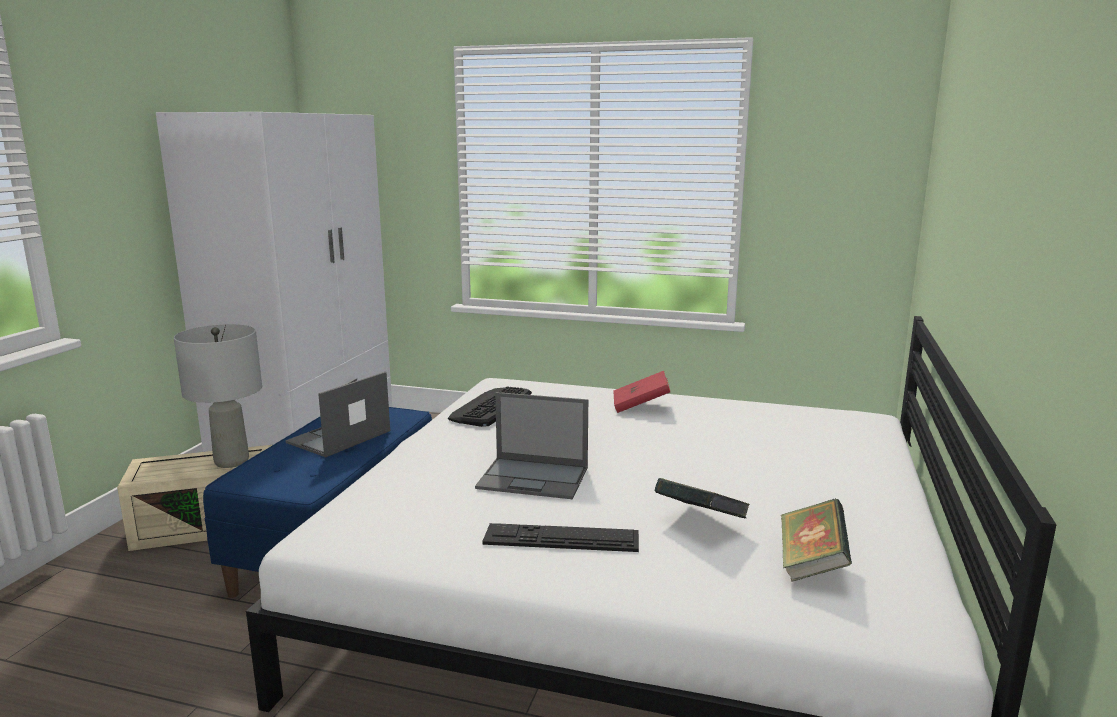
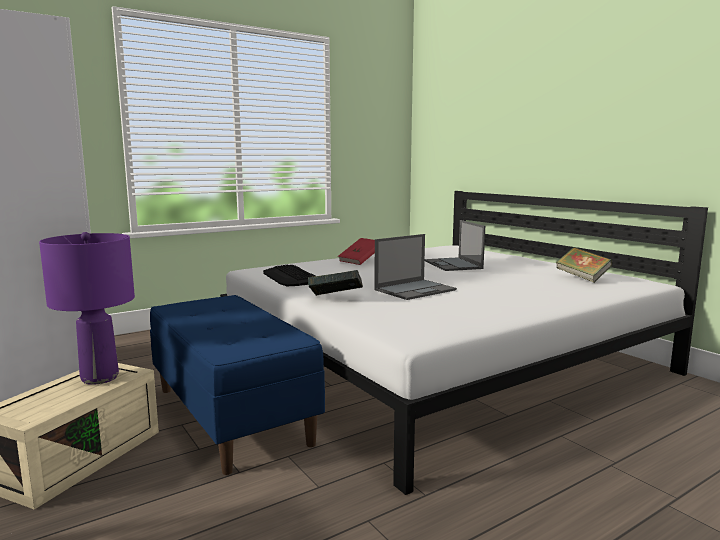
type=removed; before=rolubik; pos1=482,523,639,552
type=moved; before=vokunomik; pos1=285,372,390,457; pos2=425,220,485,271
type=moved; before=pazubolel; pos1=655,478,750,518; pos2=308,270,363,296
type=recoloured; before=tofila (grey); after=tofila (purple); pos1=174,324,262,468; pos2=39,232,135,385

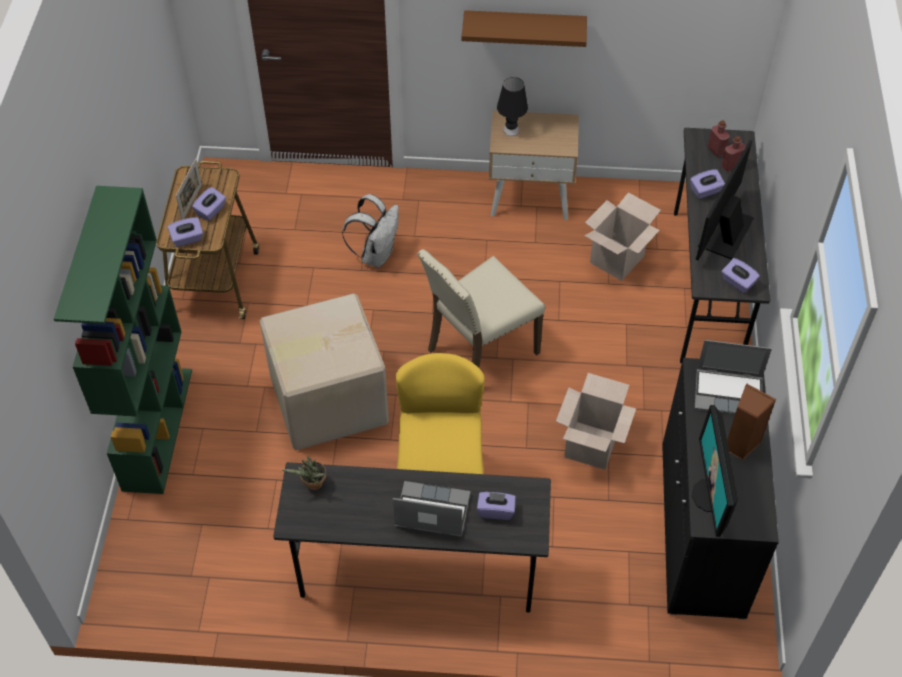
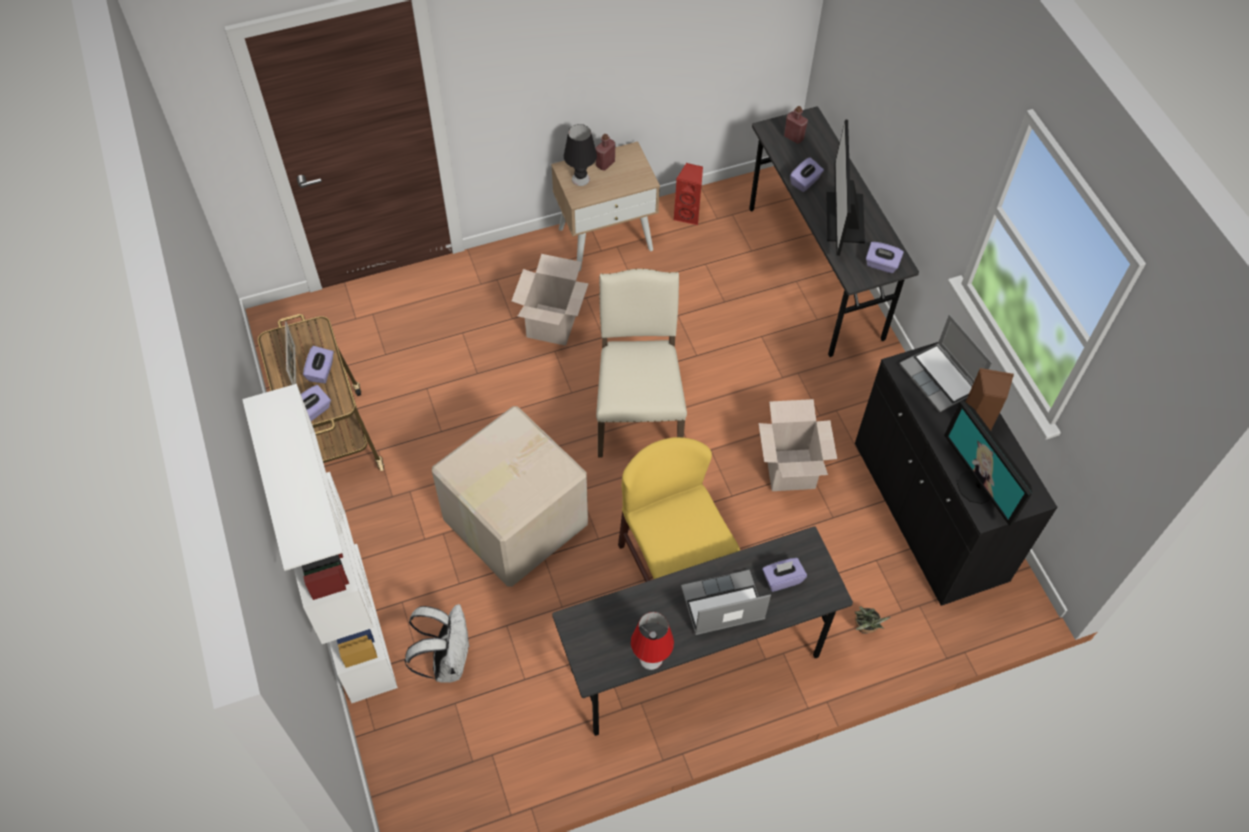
type=removed; before=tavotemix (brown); pos1=462,10,587,47
type=added; after=tofila (red); pos2=631,612,674,670
type=added; after=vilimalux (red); pos2=674,163,703,225
type=moved; before=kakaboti; pos1=282,456,326,490; pos2=854,606,890,634
type=moved; before=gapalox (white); pos1=342,194,399,268; pos2=404,604,469,683
type=moved; before=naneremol; pos1=584,192,661,281; pos2=512,254,589,346
type=moved; before=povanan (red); pos1=721,136,746,171; pos2=595,134,615,171
type=recoloured; before=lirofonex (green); after=lirofonex (white); pos1=54,186,192,494; pos2=242,384,398,703
type=turned; before=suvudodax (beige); pos1=417,249,545,368; pos2=596,269,687,458; turn=150
type=turned; before=vokunomik; pos1=695,340,772,415; pos2=899,314,992,412; turn=75

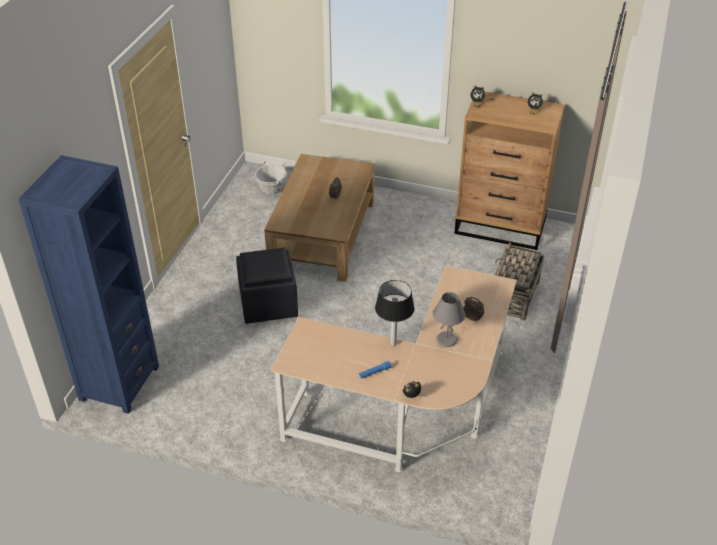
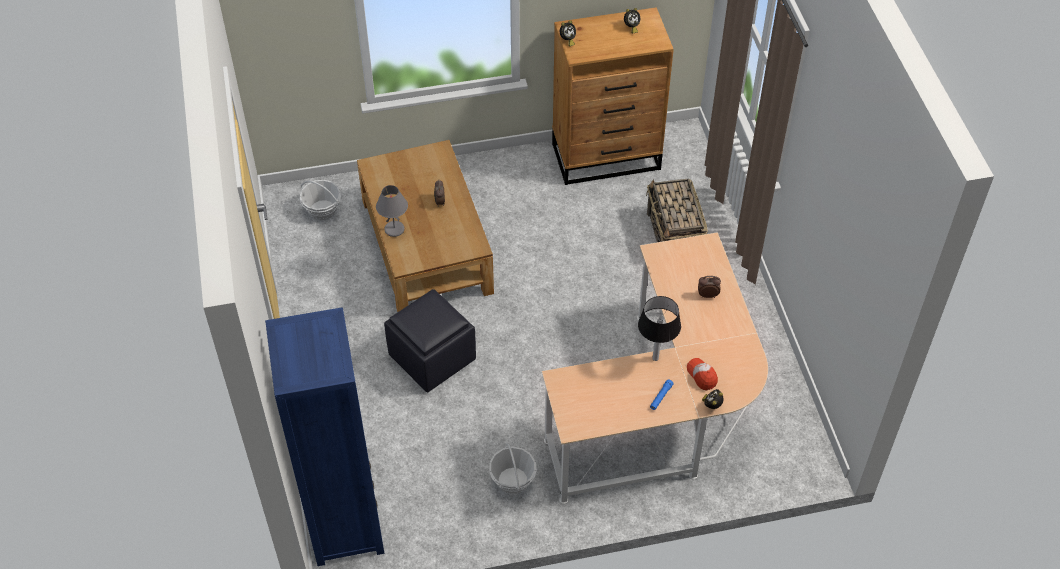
type=added; after=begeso; pos2=489,443,537,494
type=added; after=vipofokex; pos2=687,358,718,391
type=moved; before=tofila (grey); pos1=433,292,466,347; pos2=376,185,408,237

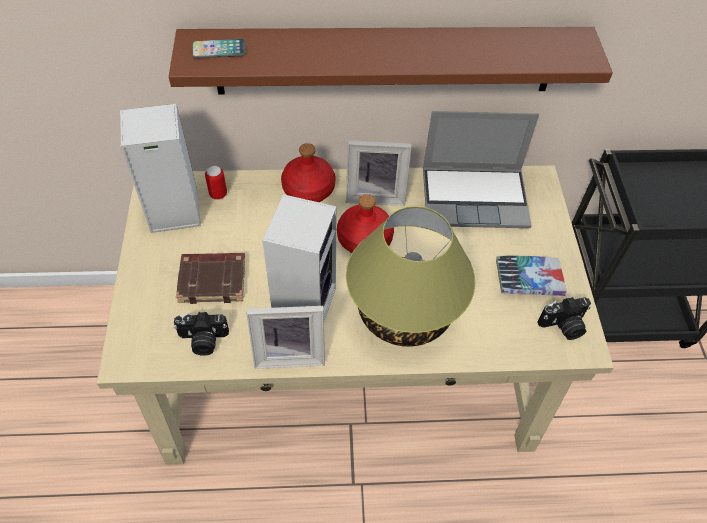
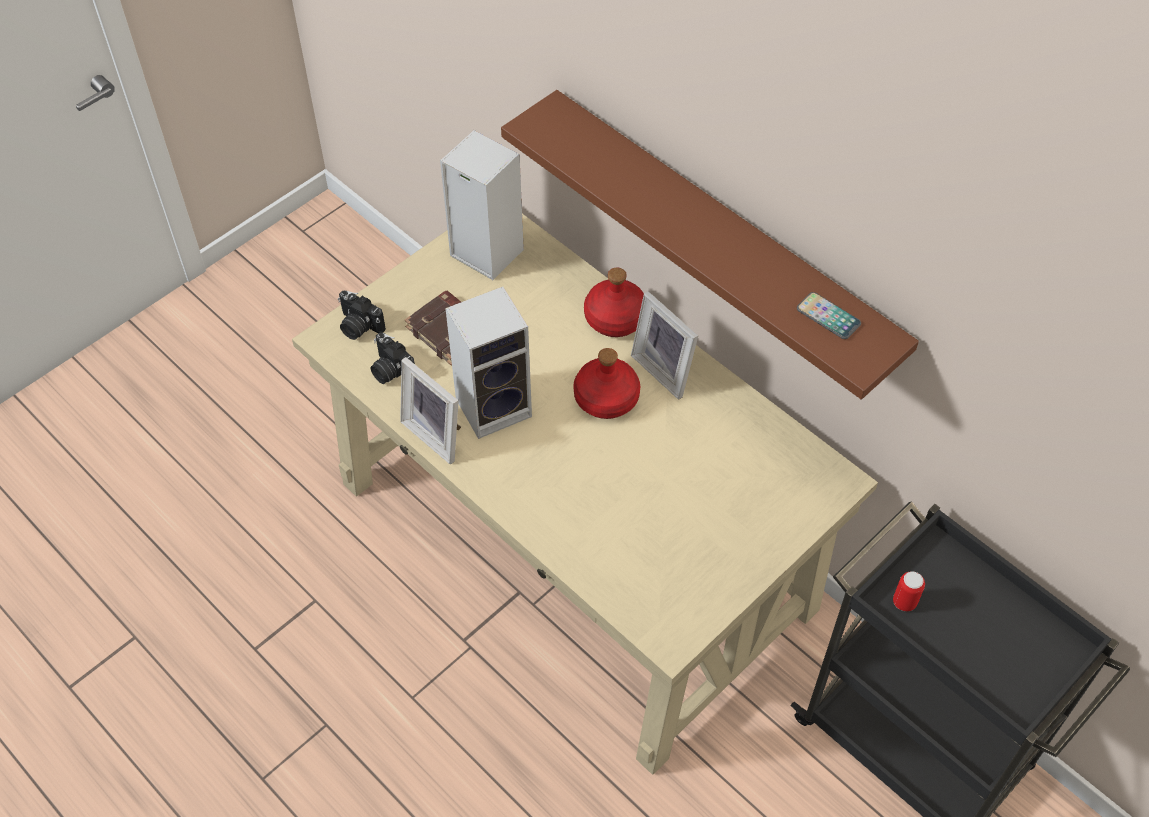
type=removed; before=tofila; pos1=346,206,475,347
type=removed; before=vokunomik; pos1=423,111,539,228
type=removed; before=pazubolel; pos1=496,255,567,296
type=moved; before=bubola; pos1=192,39,246,59; pos2=797,292,861,339
type=moved; before=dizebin; pos1=205,166,227,200; pos2=893,571,925,611
type=moved; before=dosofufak; pos1=537,297,591,340; pos2=338,290,386,340

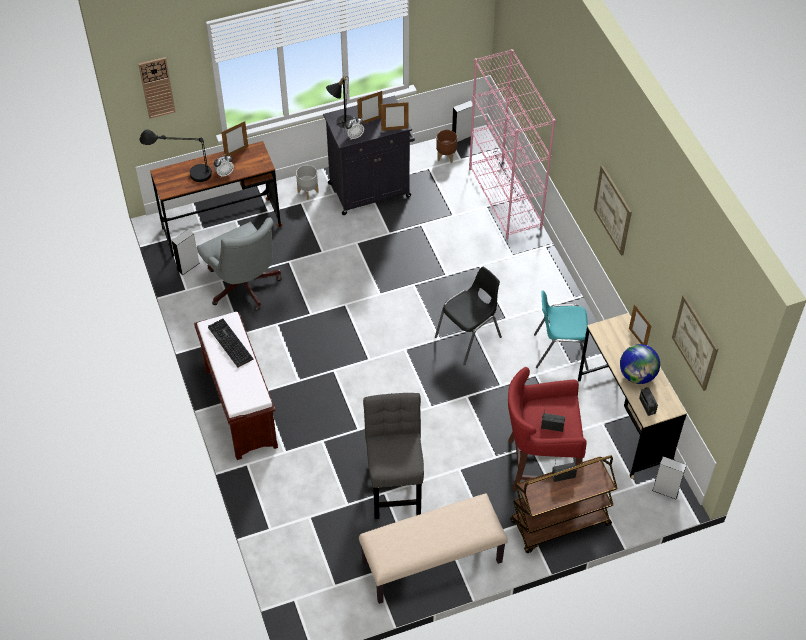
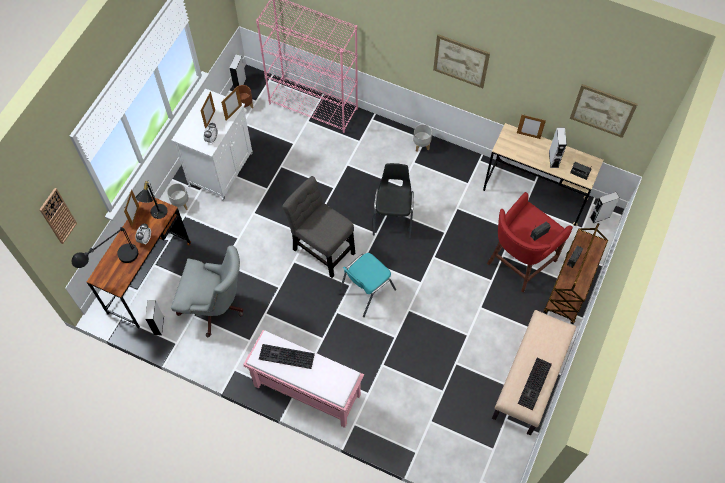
type=added; after=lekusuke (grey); pos2=413,124,432,152
type=added; after=rolubik; pos2=518,358,552,410
type=moved; before=tofila (black); pos1=326,76,354,128; pos2=135,181,168,219
type=moved; before=suvudodax (grey); pos1=363,393,424,519; pos2=282,176,355,278
type=moved; before=suvudodax (turquoise); pos1=534,291,588,370; pos2=339,253,396,317
type=replaced; before=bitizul; after=vilimalux (grey); pos1=620,344,660,384; pos2=549,127,567,168
type=recoloured; before=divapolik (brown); after=divapolik (pink); pos1=194,312,278,460; pos2=243,330,364,428
type=recoloured; before=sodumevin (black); after=sodumevin (white); pos1=323,95,415,215; pos2=171,89,253,201

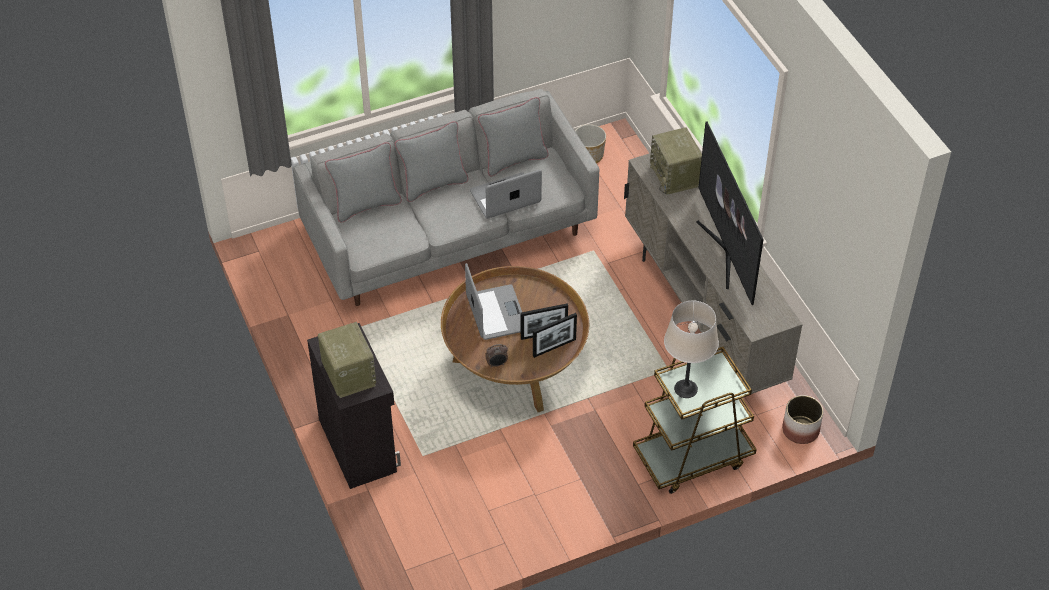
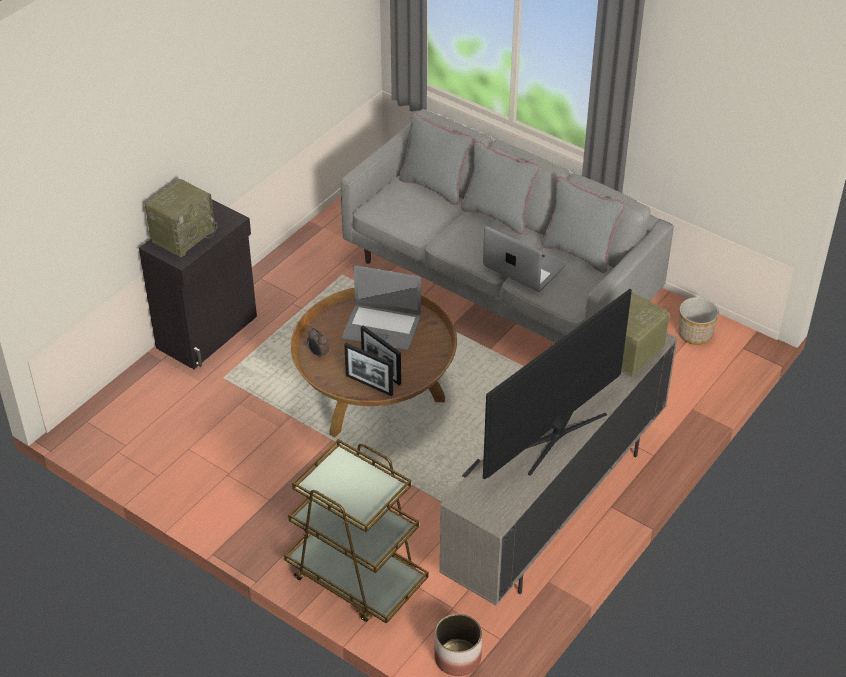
type=removed; before=tofila (beige); pos1=664,301,719,398
type=turned; before=vokunomik; pos1=465,263,522,340; pos2=342,266,421,351; turn=60

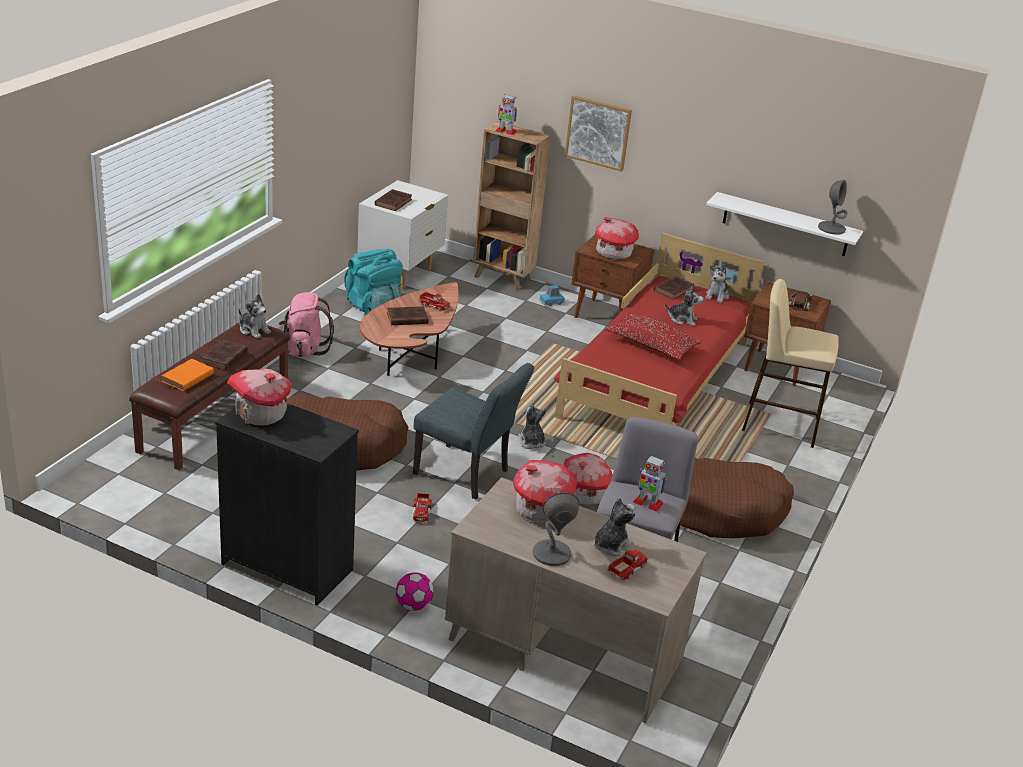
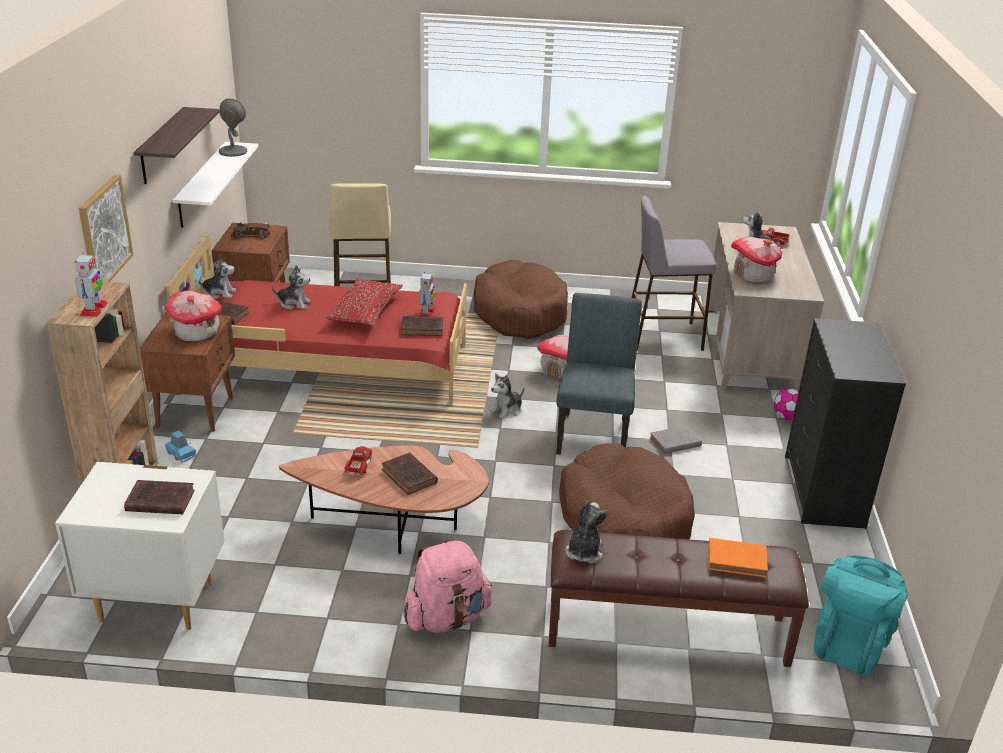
type=removed; before=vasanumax; pos1=227,368,291,426
type=removed; before=tofila (grey); pos1=533,493,580,566
type=added; after=tavotemix; pos2=134,107,219,184
type=moved; before=pazubolel (brown); pos1=200,339,248,370; pos2=401,316,443,336
type=moved; before=gapalox (turquoise); pos1=344,249,403,314; pos2=814,555,908,675
type=moved; before=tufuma; pos1=633,455,667,512; pos2=419,272,435,316
type=replaced; before=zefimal; after=pazubolel (grey); pos1=413,493,432,523; pos2=650,425,702,454
type=turned; before=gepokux; pos1=665,285,704,326; pos2=272,265,311,310; turn=105

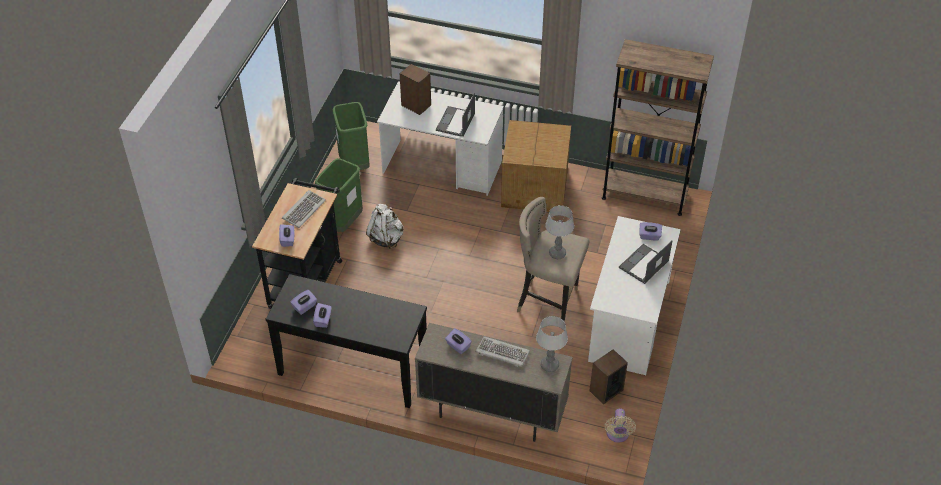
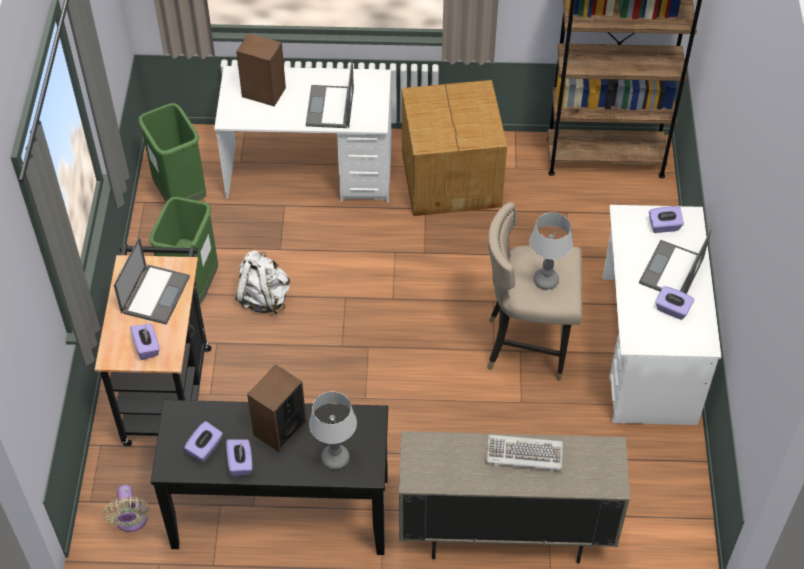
type=moved; before=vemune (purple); pos1=445,328,472,354; pos2=655,286,694,320
type=moved; before=tofila; pos1=536,316,568,372; pos2=309,391,357,470
type=moved; before=vilimalux; pos1=589,349,628,404; pos2=247,365,306,452
type=moved; before=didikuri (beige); pos1=605,408,636,443; pos2=103,485,150,532
type=replaced; before=rolubik; after=vokunomik; pos1=282,190,326,228; pos2=114,237,190,325

